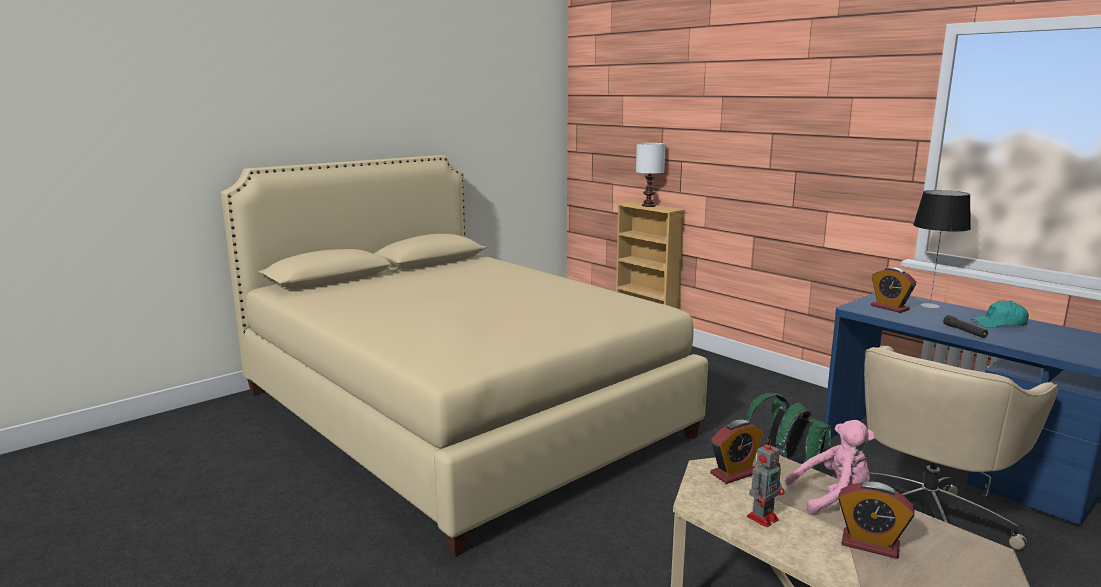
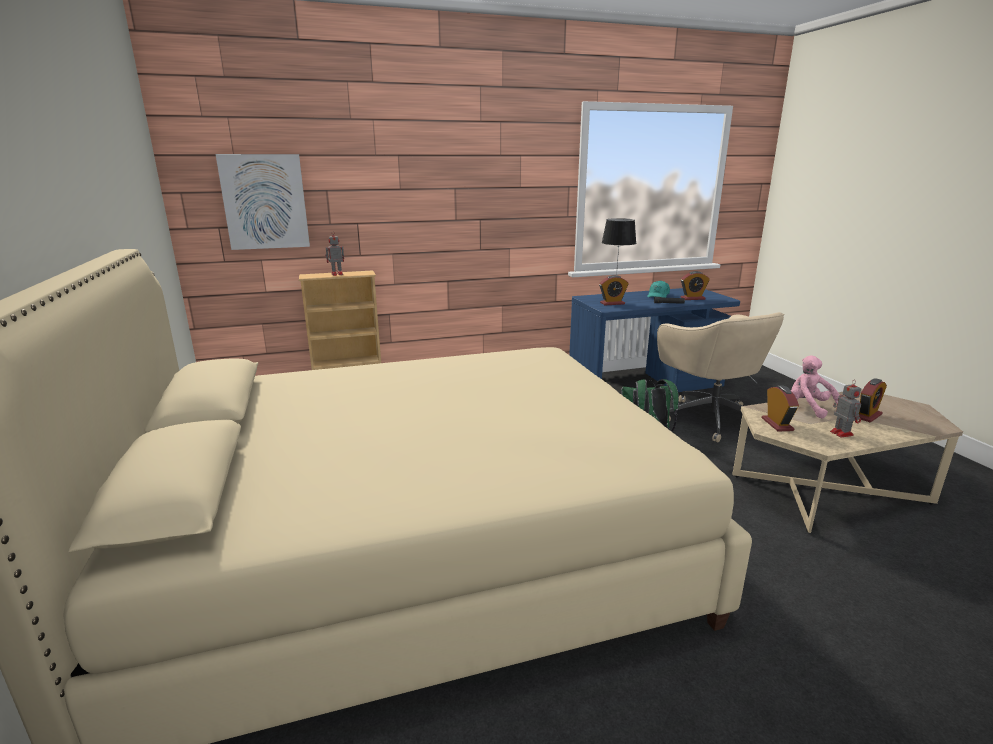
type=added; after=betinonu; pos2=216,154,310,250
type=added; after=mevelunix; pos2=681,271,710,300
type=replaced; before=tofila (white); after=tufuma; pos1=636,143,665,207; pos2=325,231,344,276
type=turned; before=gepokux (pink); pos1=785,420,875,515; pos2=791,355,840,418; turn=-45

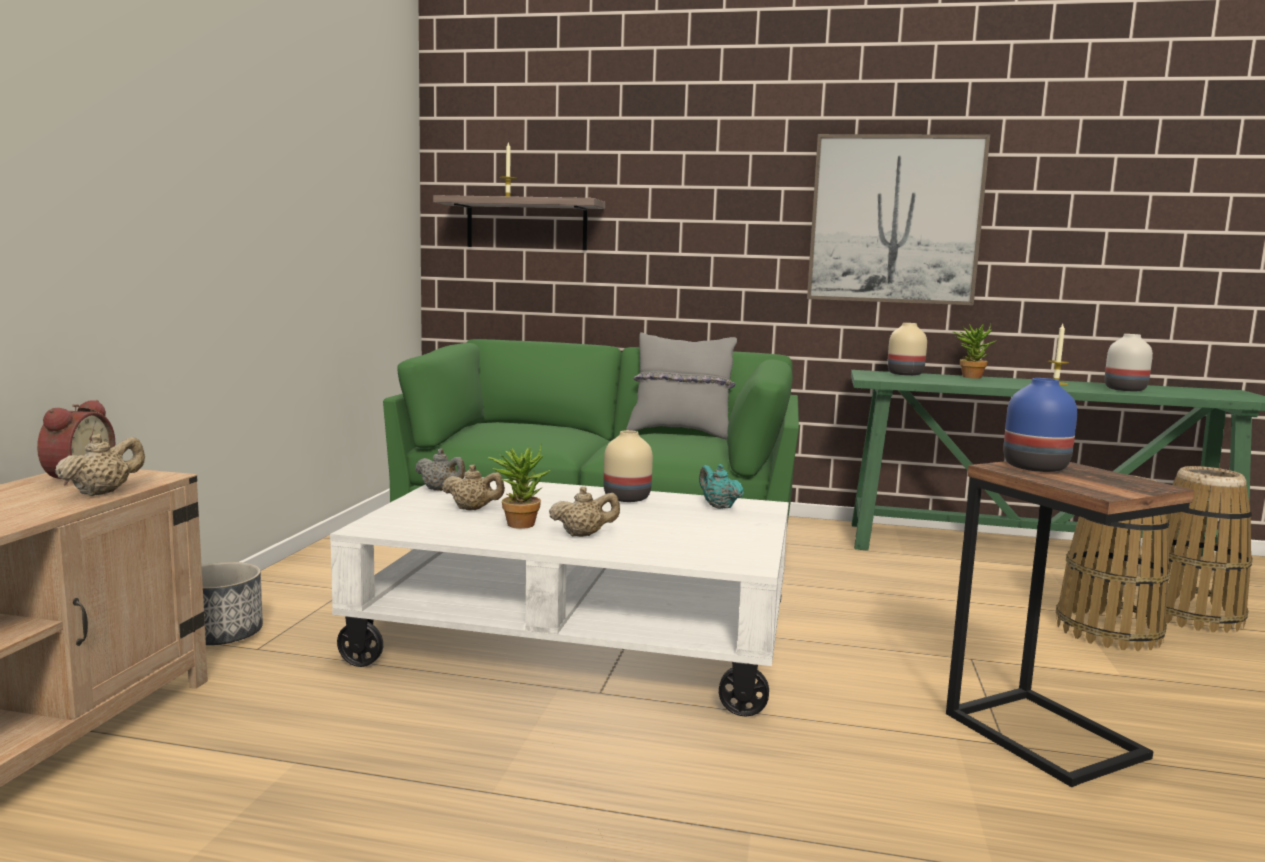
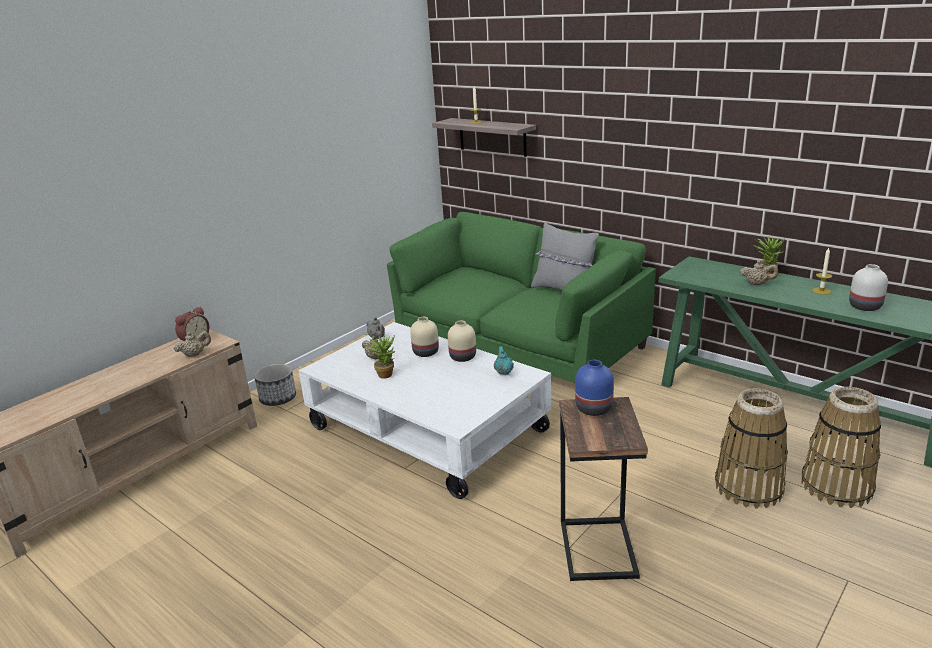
type=removed; before=betinonu; pos1=807,134,990,305
type=moved; before=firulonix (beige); pos1=549,486,620,537; pos2=740,261,778,285
type=moved; before=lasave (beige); pos1=887,323,927,376; pos2=410,317,439,357

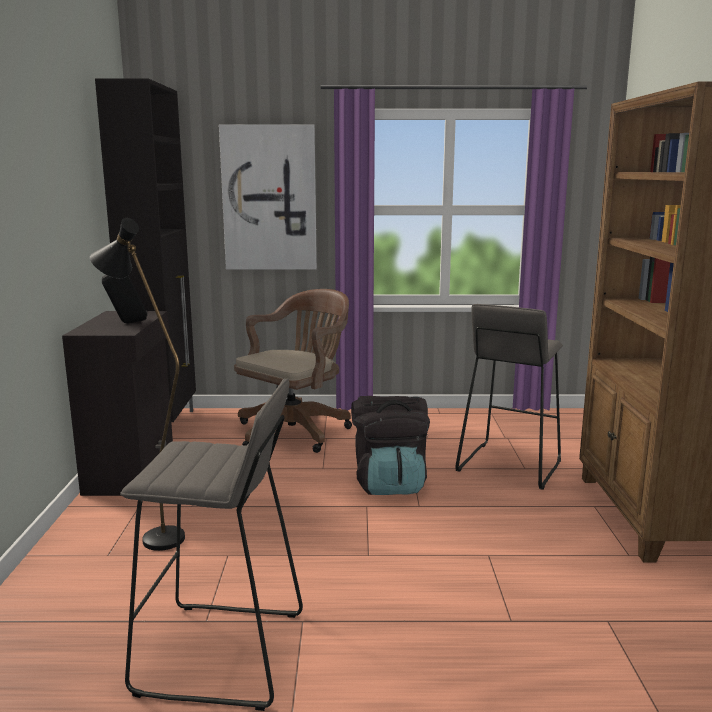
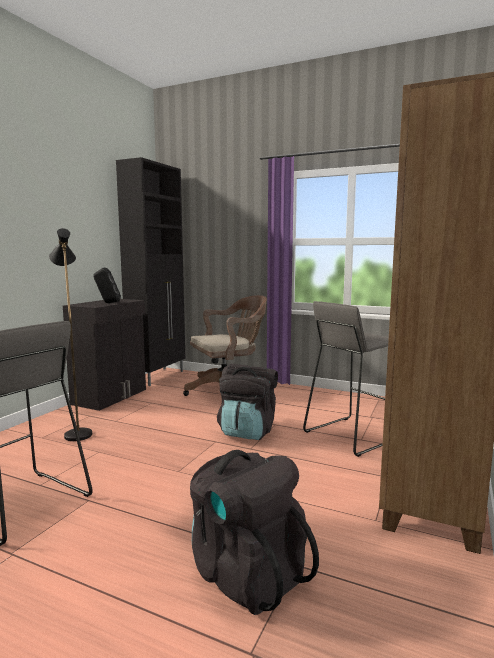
type=removed; before=betinonu; pos1=219,124,317,270
type=added; after=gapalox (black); pos2=190,450,319,615

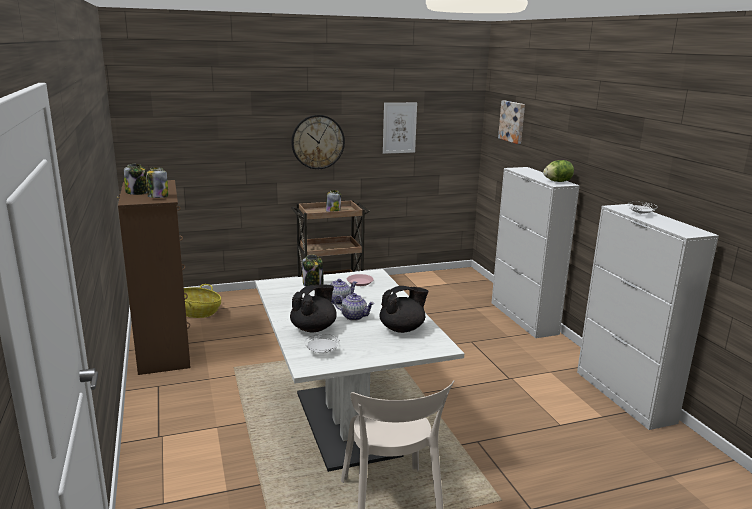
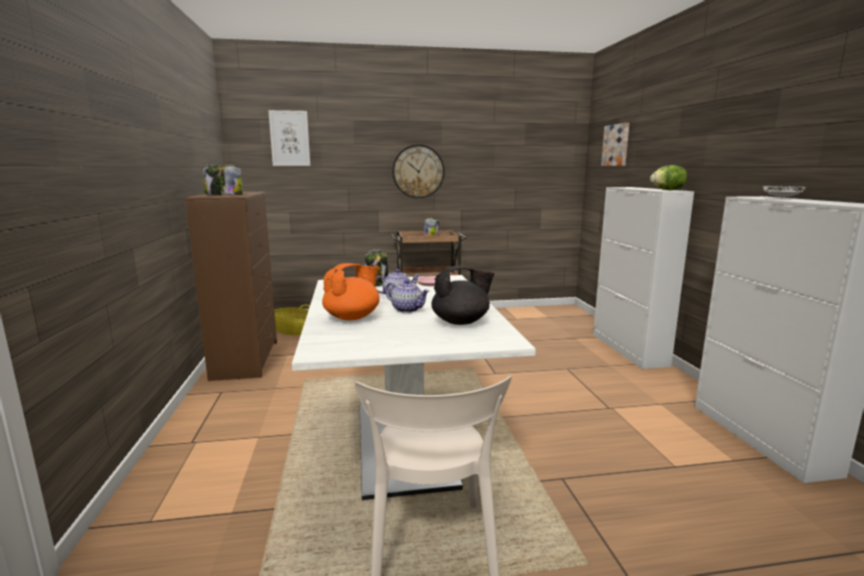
type=removed; before=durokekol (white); pos1=305,334,340,353
type=moved; before=betinonu; pos1=383,103,417,154; pos2=268,110,310,166
type=recoloured; before=firulonix (black); after=firulonix (orange); pos1=290,284,337,333; pos2=322,263,380,320

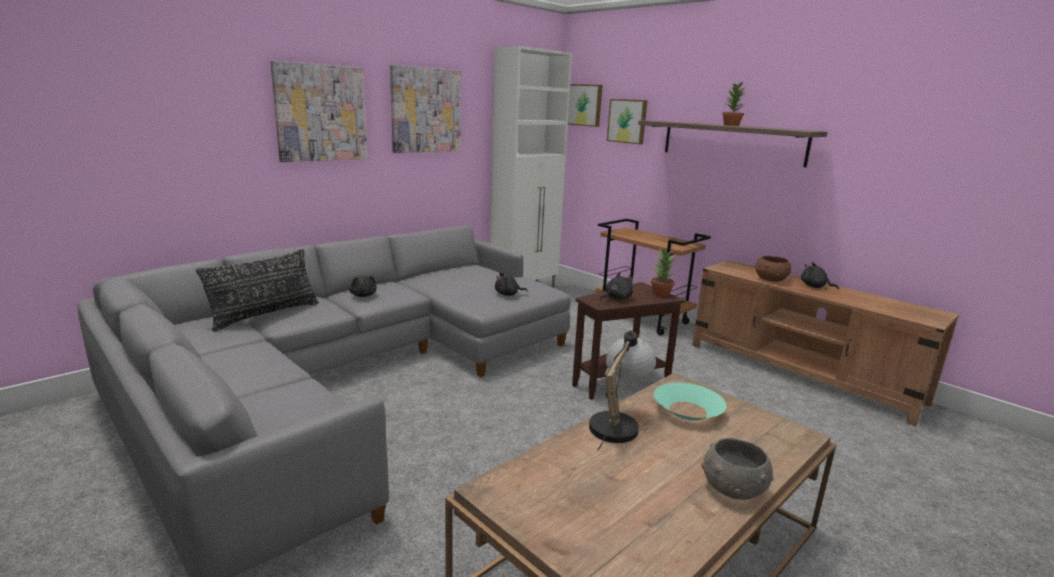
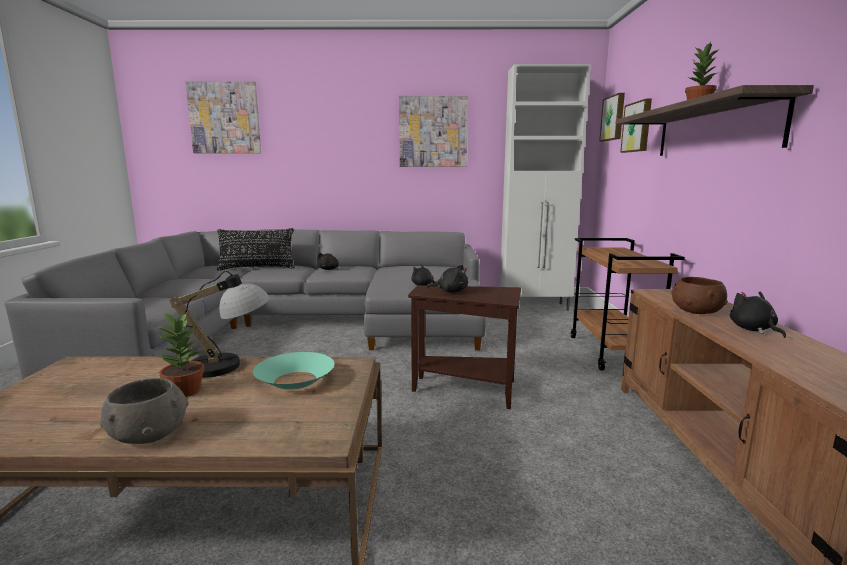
type=moved; before=betinonu; pos1=270,61,367,162; pos2=185,81,261,153
type=moved; before=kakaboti; pos1=651,248,675,297; pos2=156,312,205,397

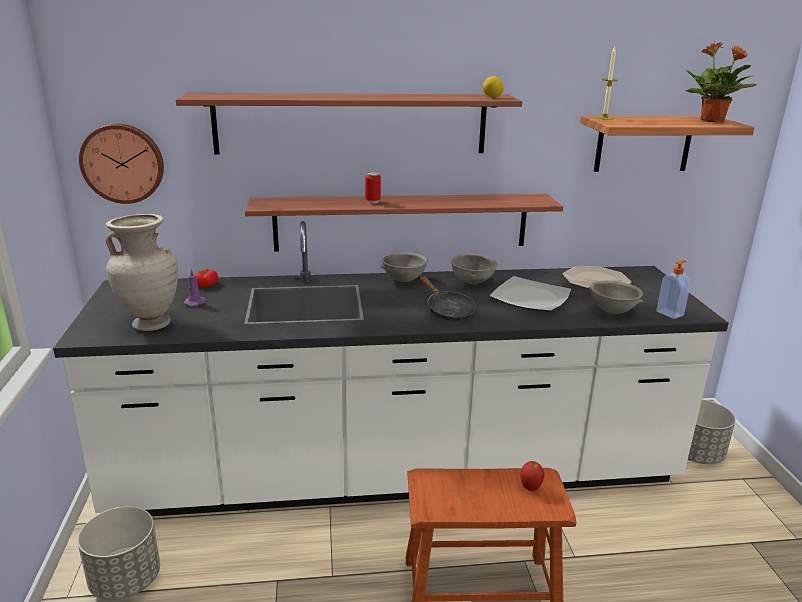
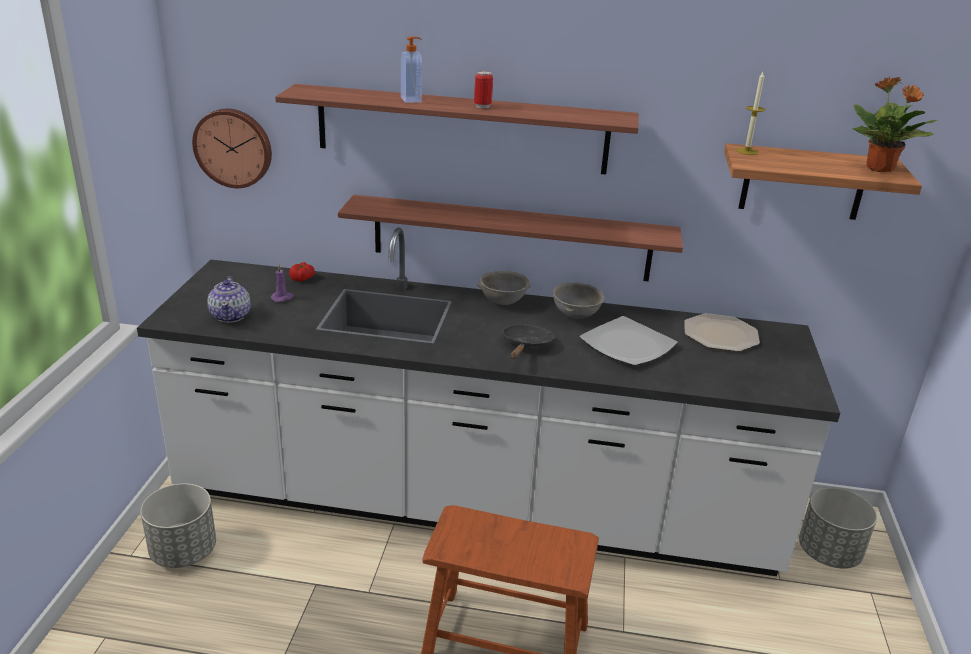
type=removed; before=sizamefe; pos1=483,76,504,97
type=removed; before=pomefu; pos1=521,461,545,491
type=removed; before=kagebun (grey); pos1=588,281,643,314
type=moved; before=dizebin; pos1=365,172,381,204; pos2=474,71,493,108
type=moved; before=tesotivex; pos1=657,260,691,319; pos2=401,37,422,103
type=replaced; before=lasave (beige); after=firulonix; pos1=106,214,178,331; pos2=208,276,251,323
type=turned; before=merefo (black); pos1=420,275,476,321; pos2=503,325,555,359; turn=-150

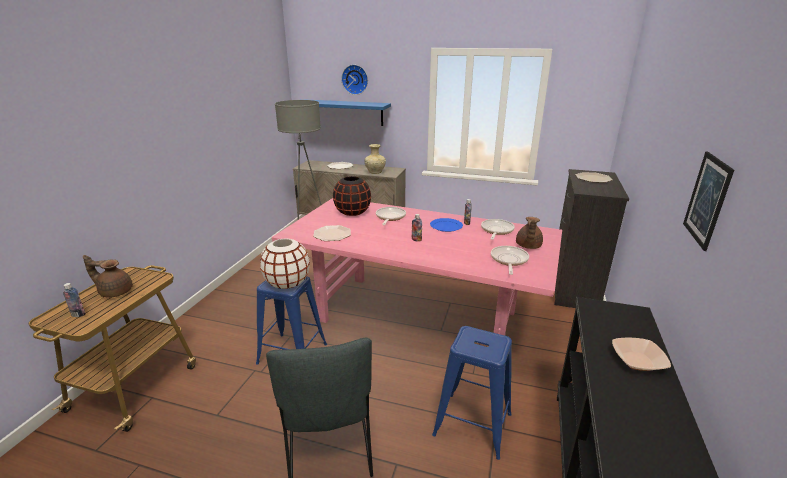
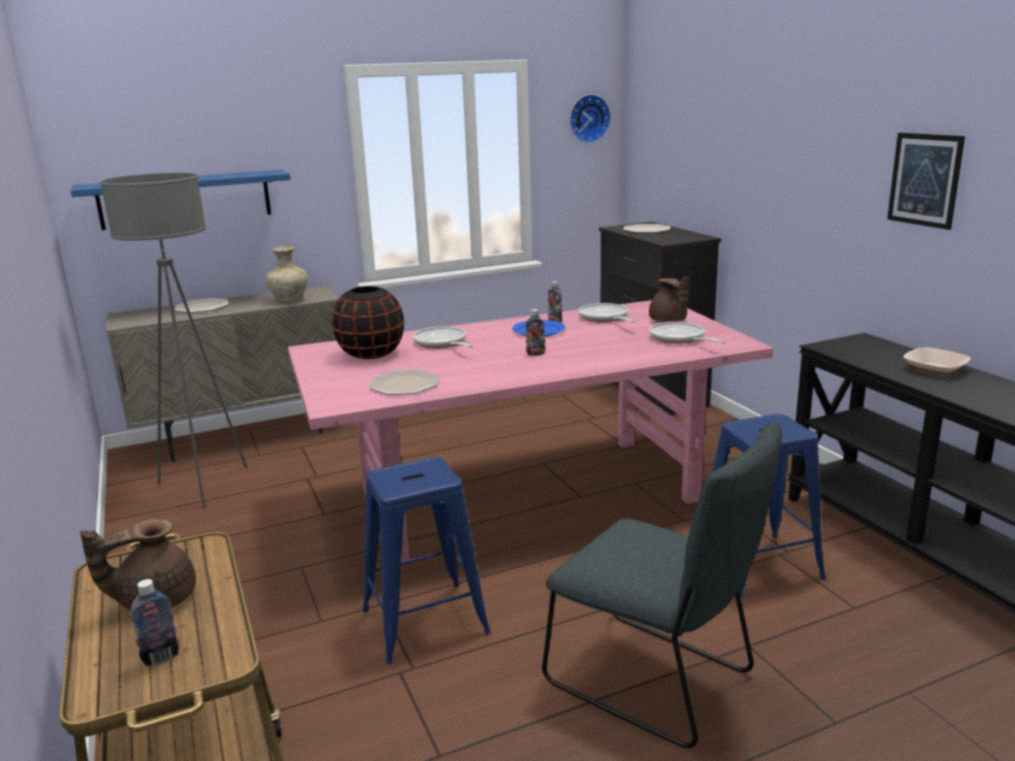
type=removed; before=lasave (white); pos1=260,239,310,289
type=moved; before=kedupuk; pos1=341,65,368,95; pos2=570,94,611,144

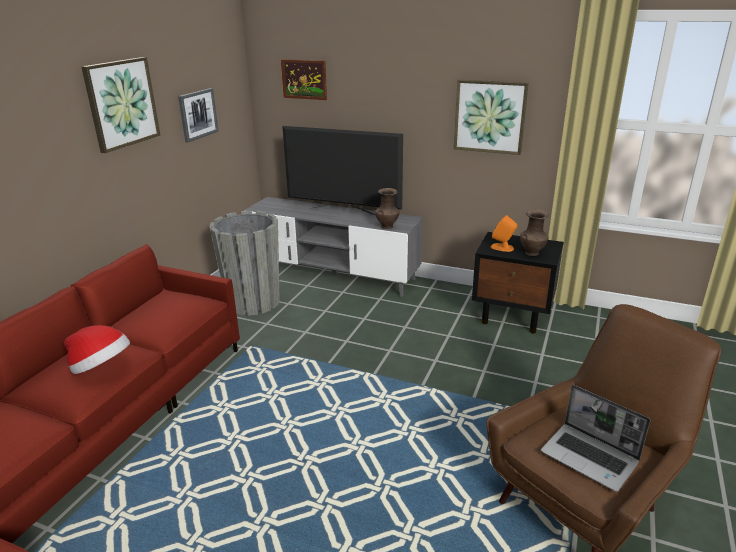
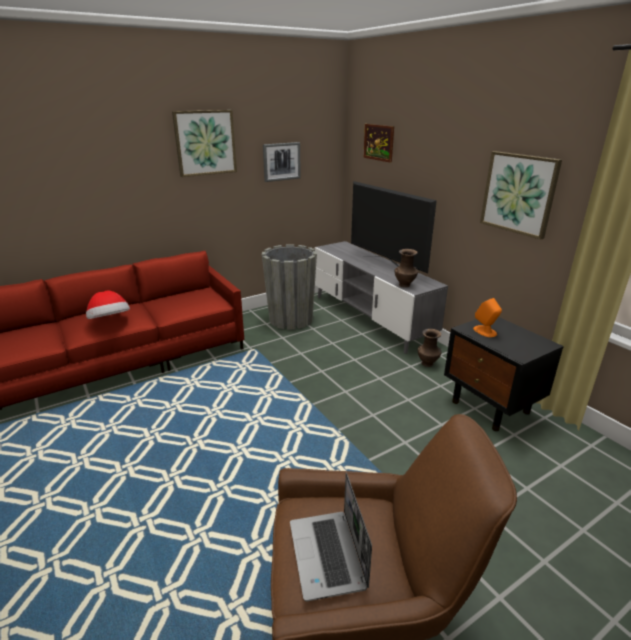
type=moved; before=lasave (brown); pos1=520,210,549,256; pos2=418,329,442,367

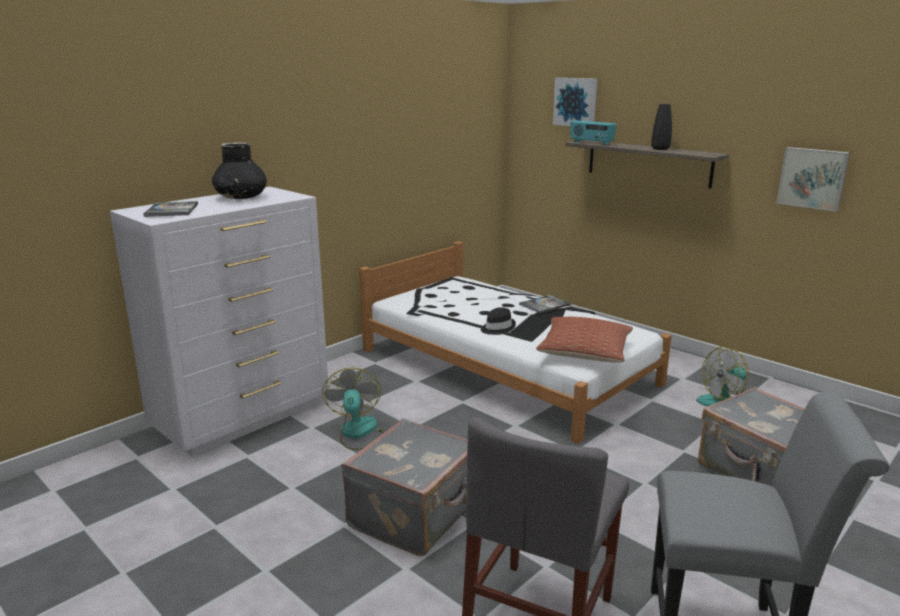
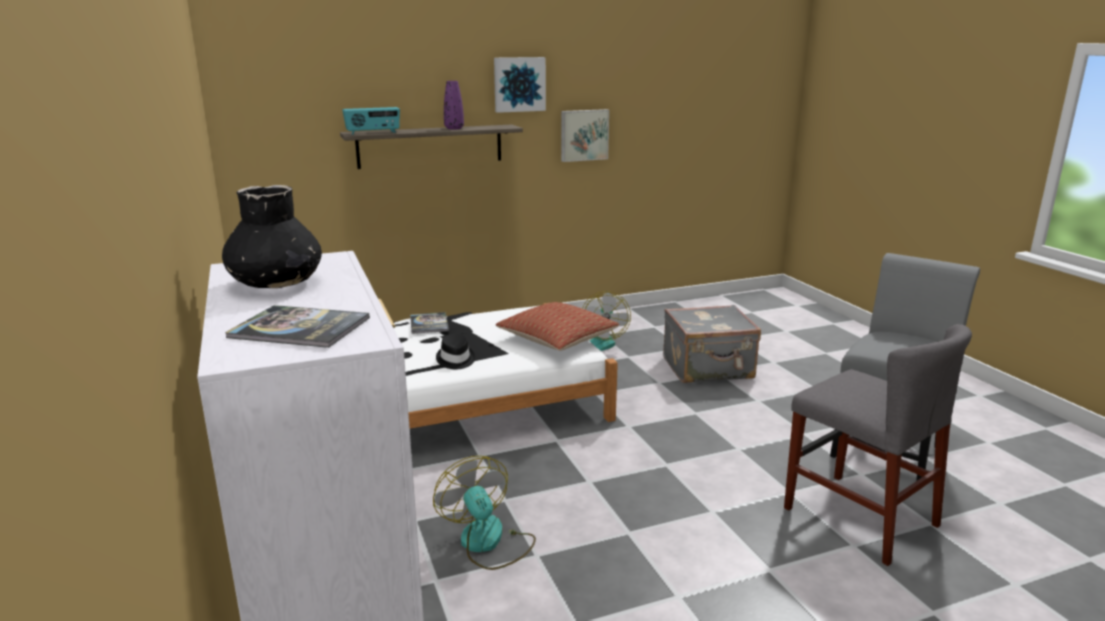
type=removed; before=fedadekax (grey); pos1=341,418,468,556
type=moved; before=betinonu; pos1=553,78,597,126; pos2=494,57,546,113
type=recoloured; before=lasave (black); after=lasave (purple); pos1=651,104,672,150; pos2=444,81,464,129
type=turned; before=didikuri; pos1=322,367,385,450; pos2=433,456,536,570; turn=45

